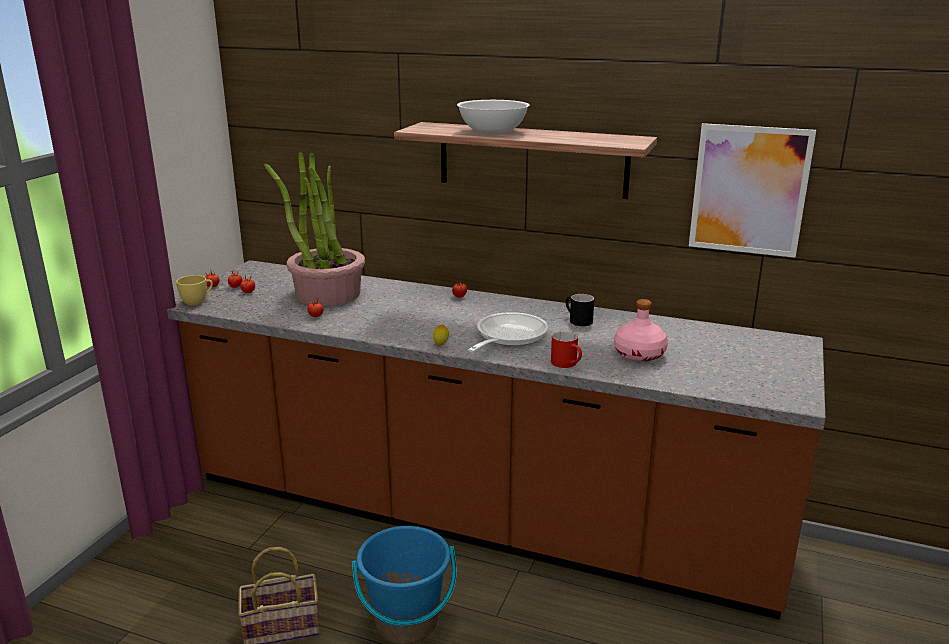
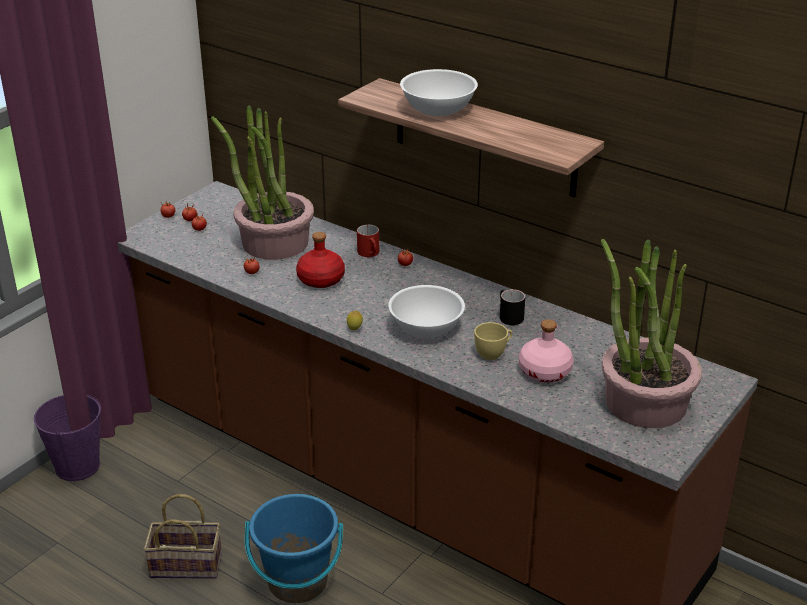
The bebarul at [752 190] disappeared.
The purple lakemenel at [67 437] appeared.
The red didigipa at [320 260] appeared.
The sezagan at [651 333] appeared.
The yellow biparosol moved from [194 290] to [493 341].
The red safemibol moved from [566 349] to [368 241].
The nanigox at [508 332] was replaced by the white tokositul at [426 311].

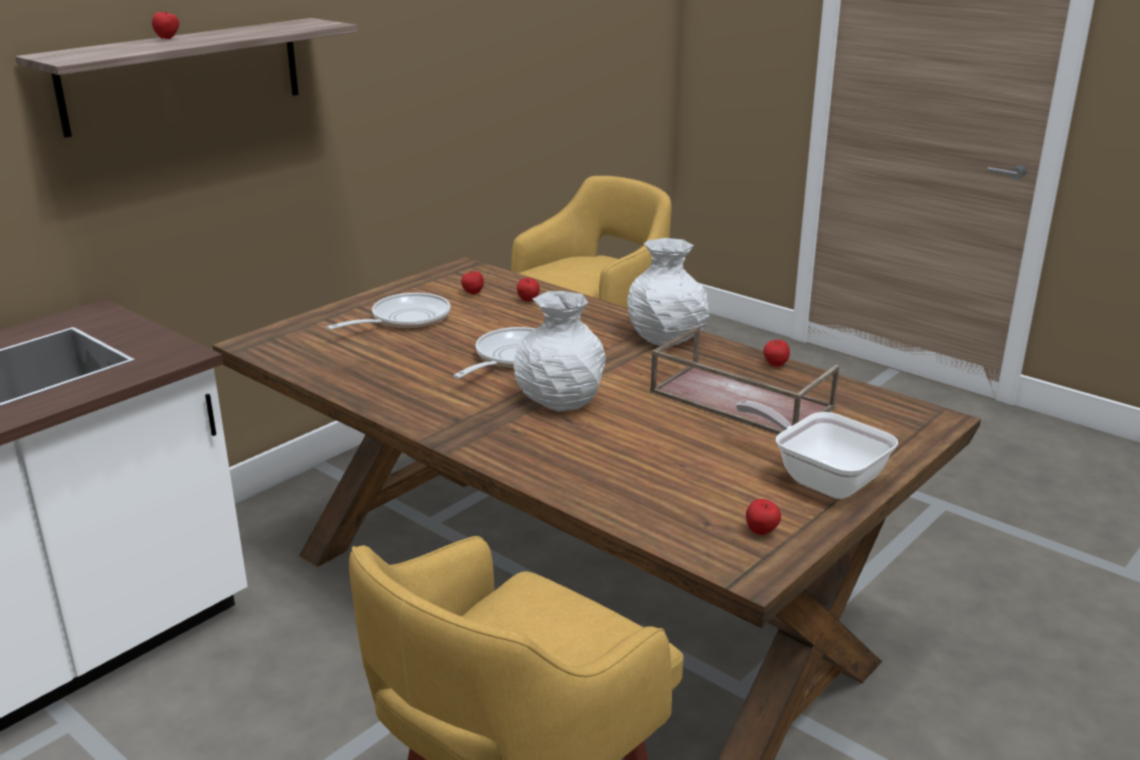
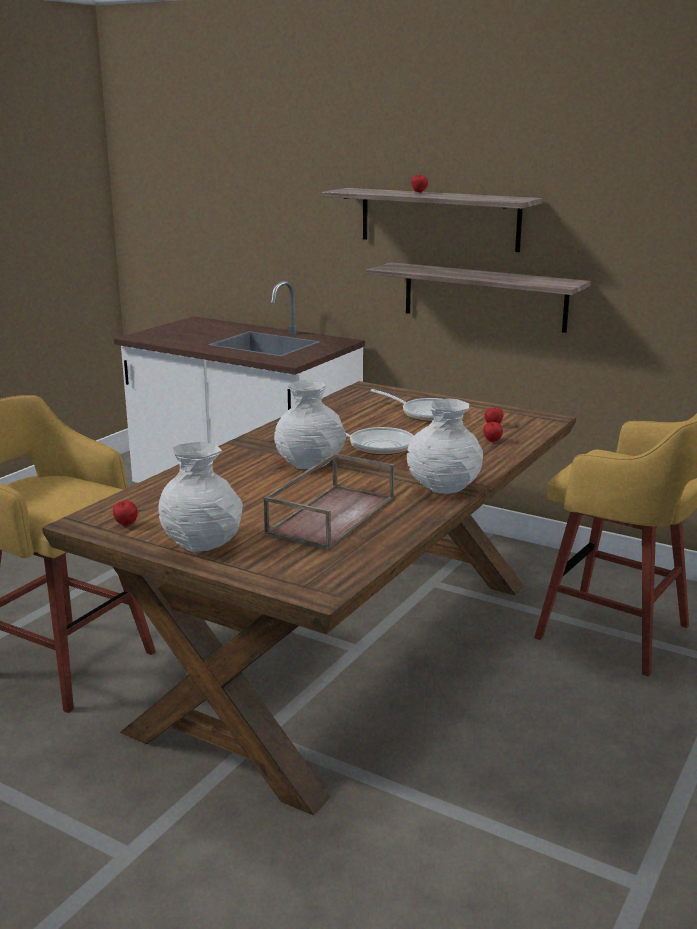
The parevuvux at [776 353] disappeared.
The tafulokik at [479 297] appeared.
The nanigox at [817 450] was replaced by the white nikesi at [200 497].

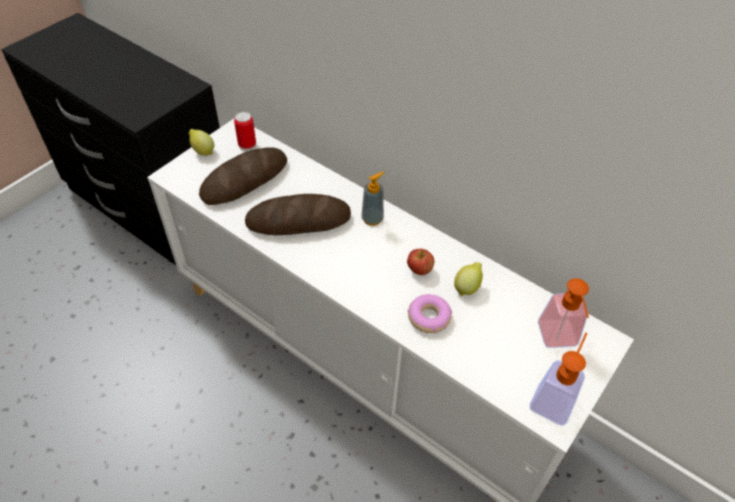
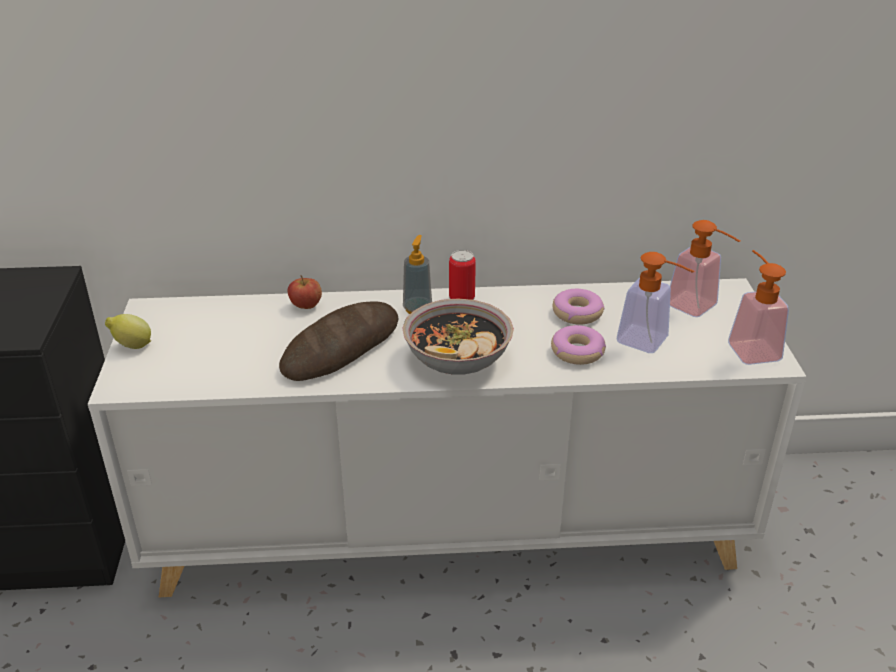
The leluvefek at [243 176] disappeared.
The tokositul at [458 336] appeared.
The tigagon at [655 302] appeared.
The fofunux moved from [245 131] to [462 275].
The parevuvux moved from [420 262] to [304 292].
The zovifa at [468 279] was replaced by the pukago at [579 306].

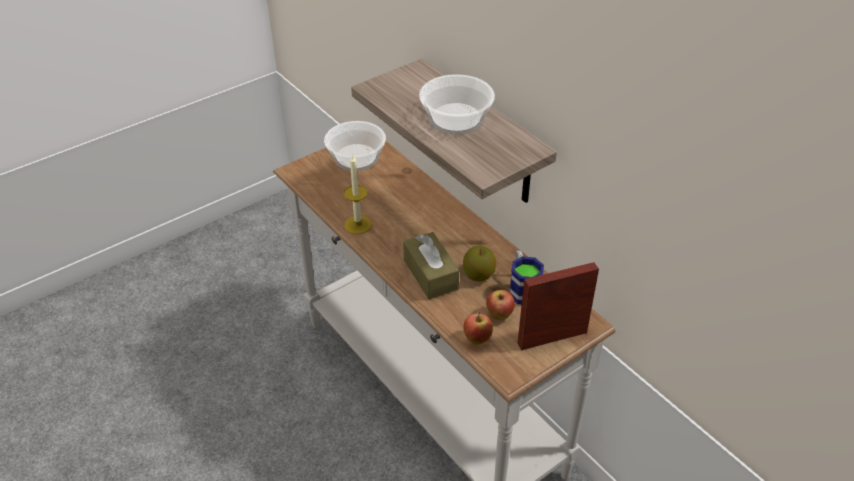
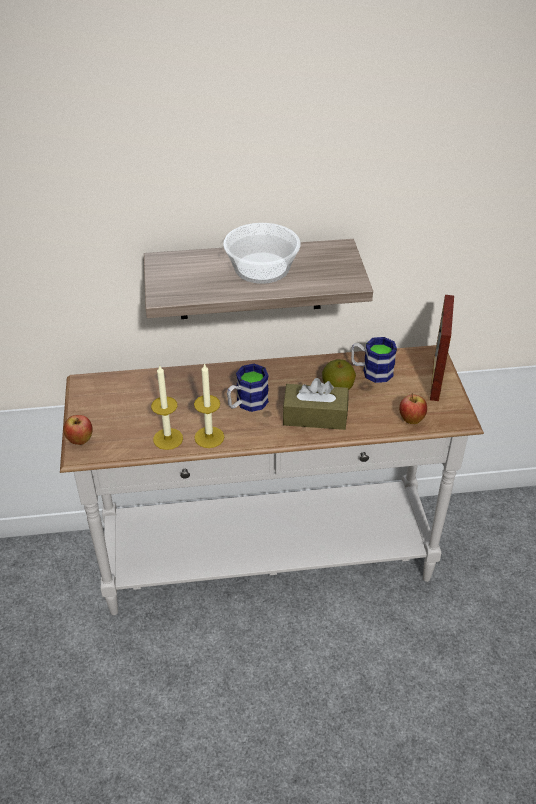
The tokositul at [355 146] disappeared.
The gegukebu at [167 408] appeared.
The safemibol at [248 388] appeared.
The parevuvux moved from [500 305] to [78 430].

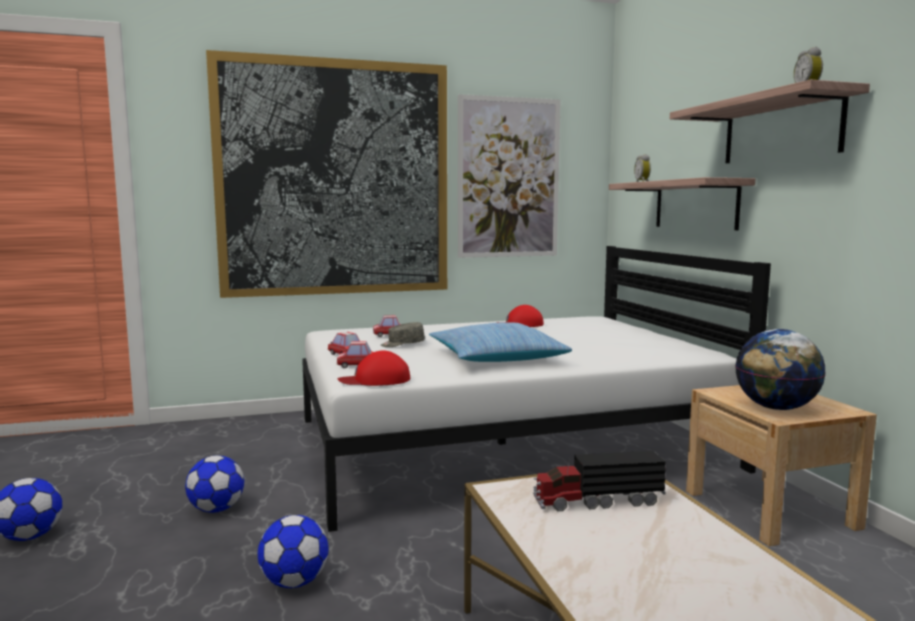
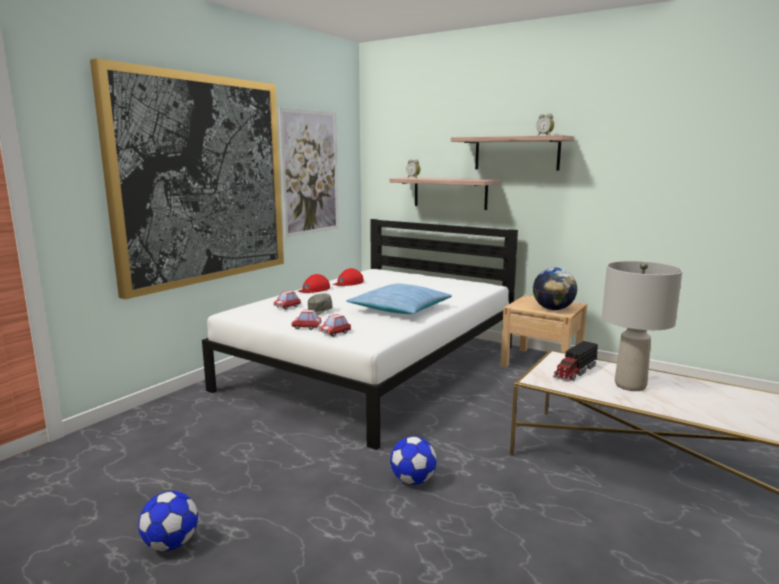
The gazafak at [214 484] disappeared.
The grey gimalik at [642 326] appeared.
The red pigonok moved from [374 368] to [314 283].

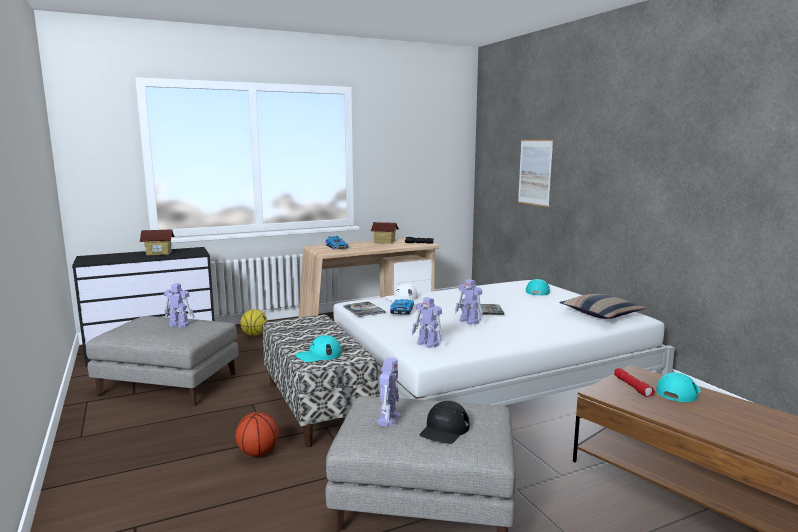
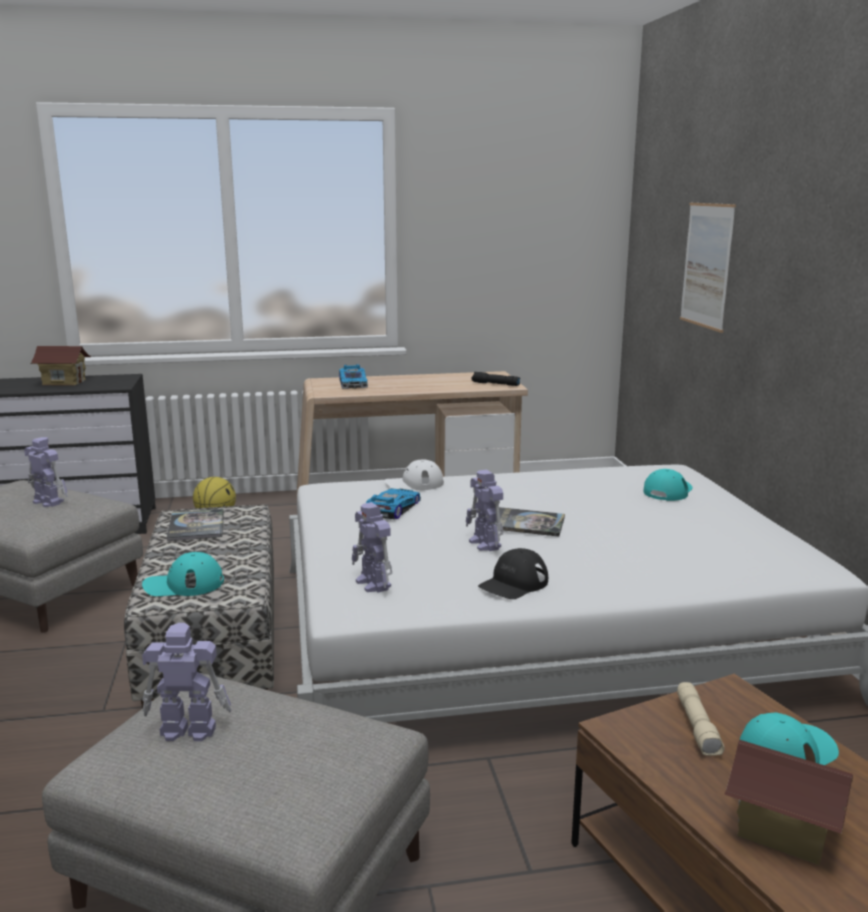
The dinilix at [257 434] disappeared.
The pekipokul at [603 306] disappeared.
The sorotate moved from [364 309] to [195 525].
The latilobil moved from [385 233] to [789 802].
The black pigonok moved from [445 422] to [513 573].
The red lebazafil at [634 382] became the beige lebazafil at [700 719].
The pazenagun at [388 392] turned 120 degrees counterclockwise.

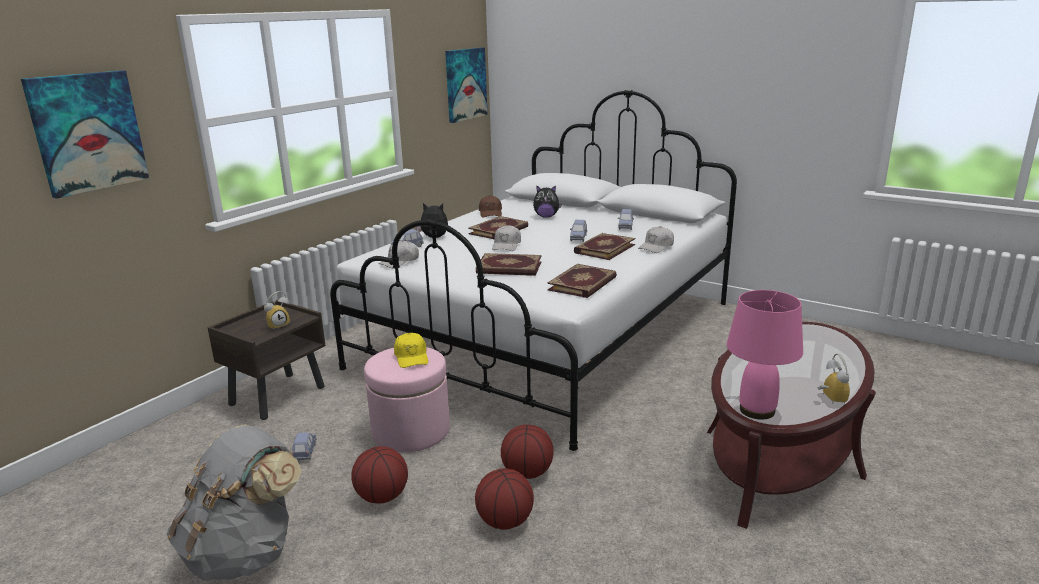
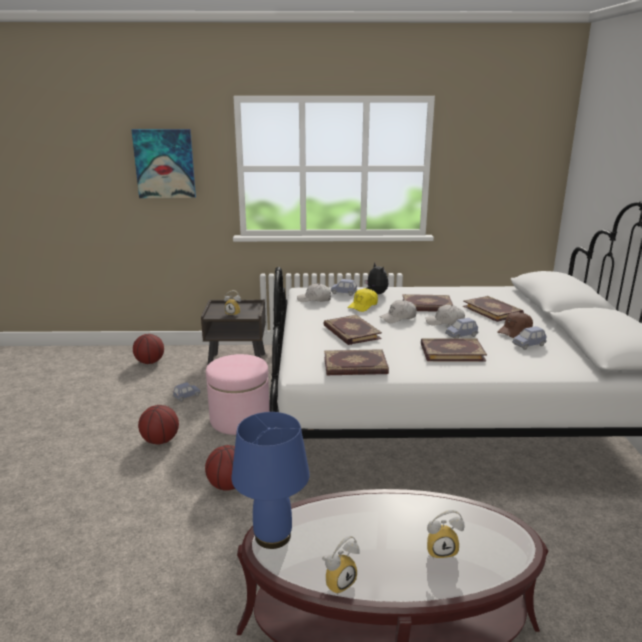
The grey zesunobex at [234 502] disappeared.
The bebarul at [466 85] disappeared.
The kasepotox at [446 534] appeared.
The yellow pigonok moved from [411 350] to [362 300].
The dinilix moved from [504 499] to [148 349].
The brown pigonok moved from [490 206] to [515 325].
The white pigonok moved from [656 239] to [445 315].
The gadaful at [547 201] was replaced by the sorotate at [493 309].
The pink gimalik at [765 355] became the blue gimalik at [271 480].

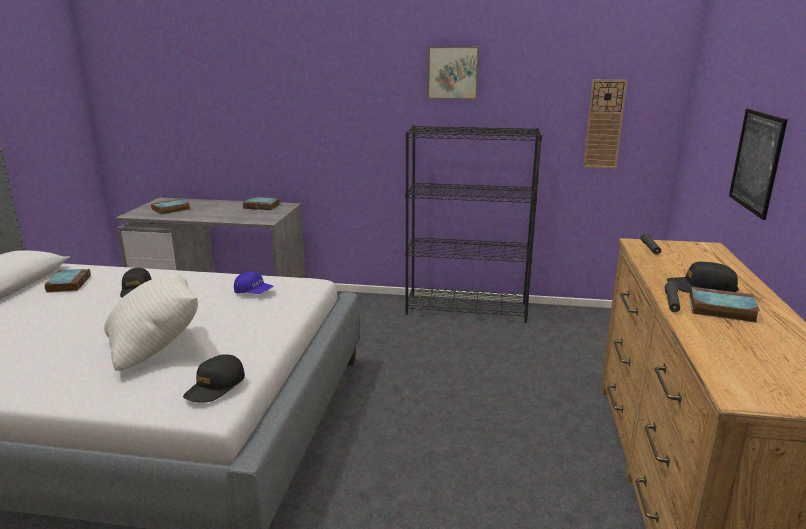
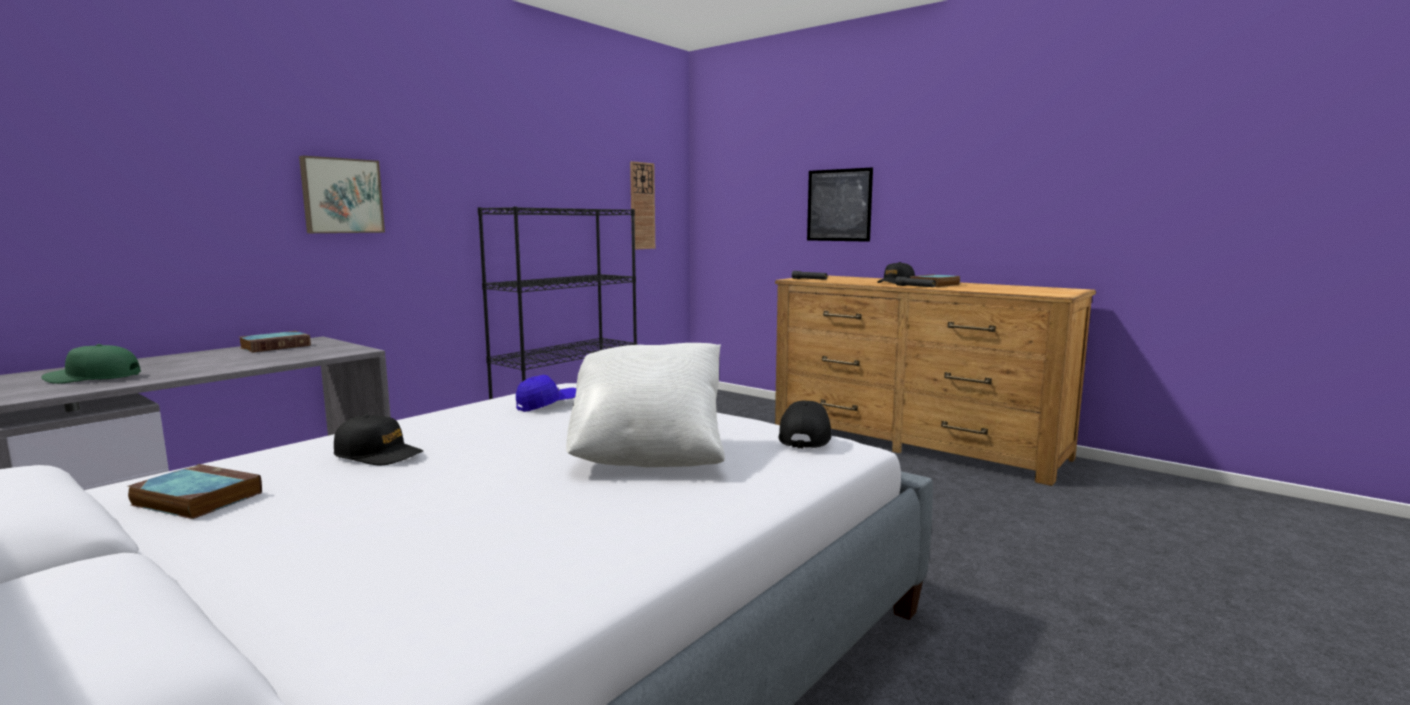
The bebarul moved from [453 72] to [342 194].
The sorotate at [170 206] was replaced by the green pigonok at [91 364].
The black pigonok at [214 378] turned 135 degrees counterclockwise.

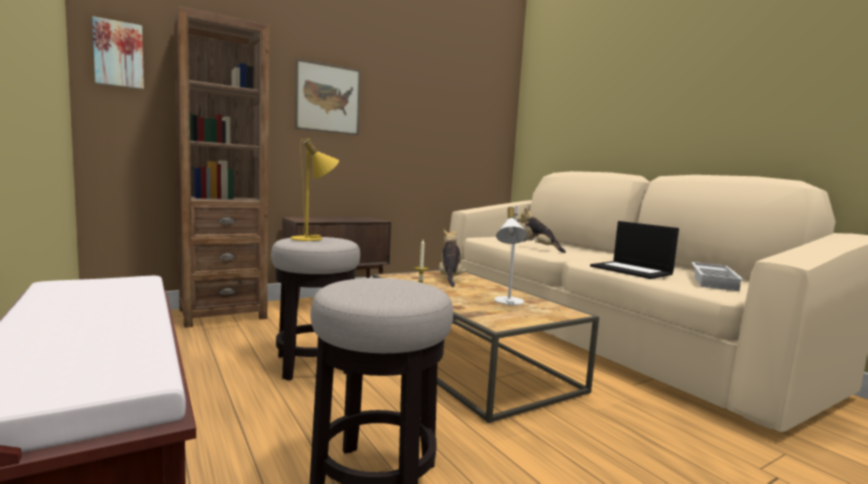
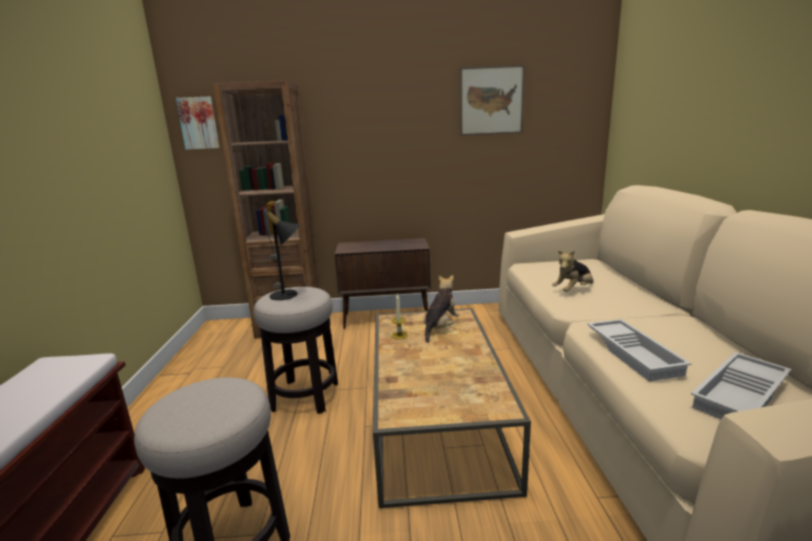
The white gimalik at [511 255] disappeared.
The bebarul moved from [327 96] to [492 100].
The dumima at [634 250] was replaced by the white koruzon at [639 350].
The yellow gimalik at [314 189] became the black gimalik at [281 254].
The gadaful at [541 230] turned 105 degrees counterclockwise.

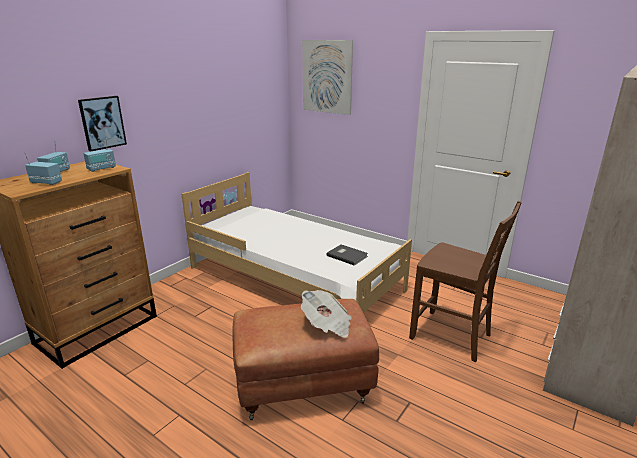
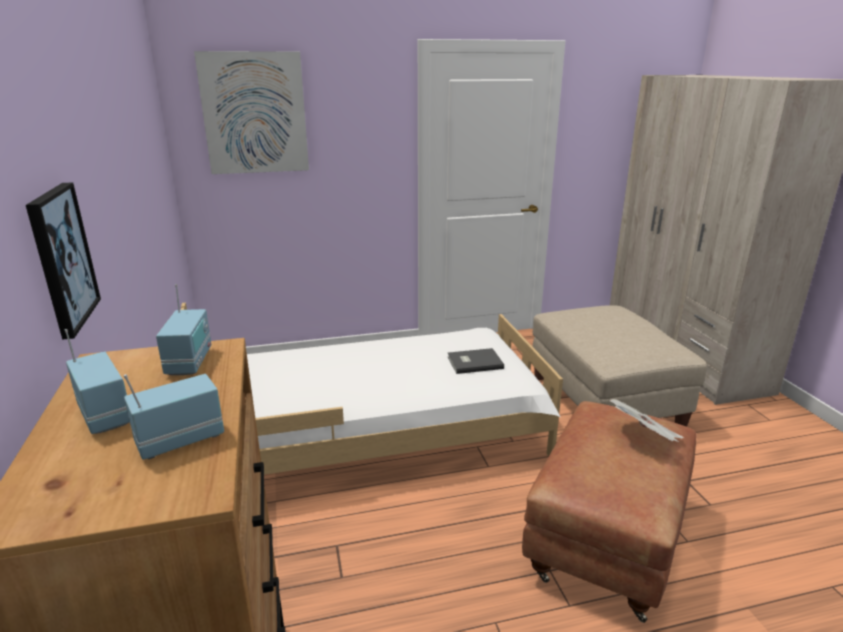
The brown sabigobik at [465 281] was replaced by the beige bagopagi at [619 365].

